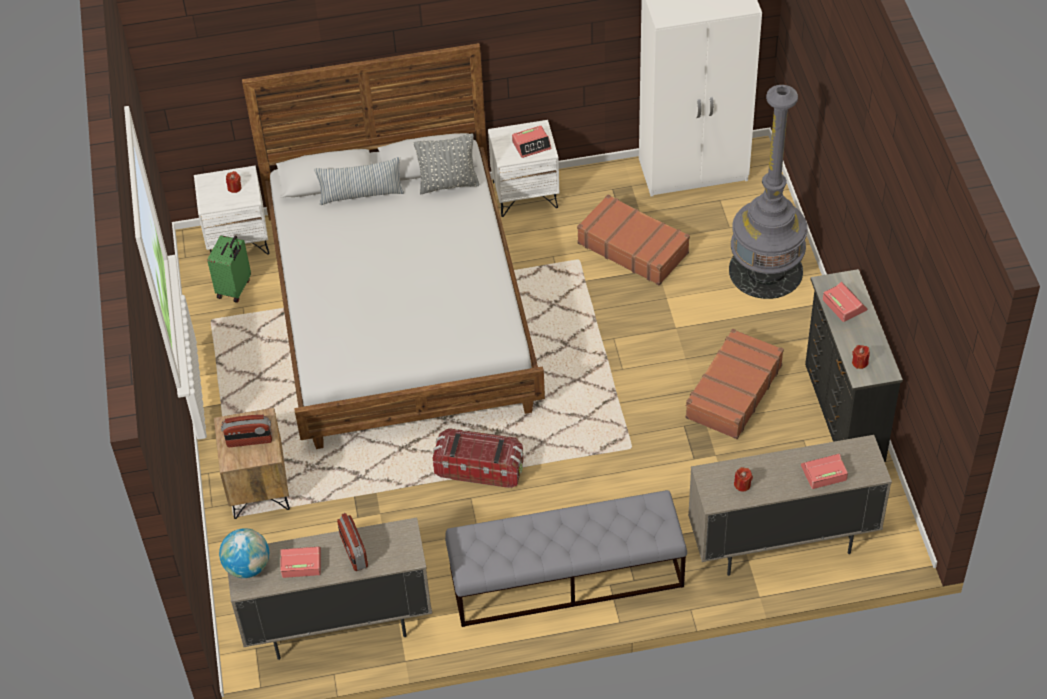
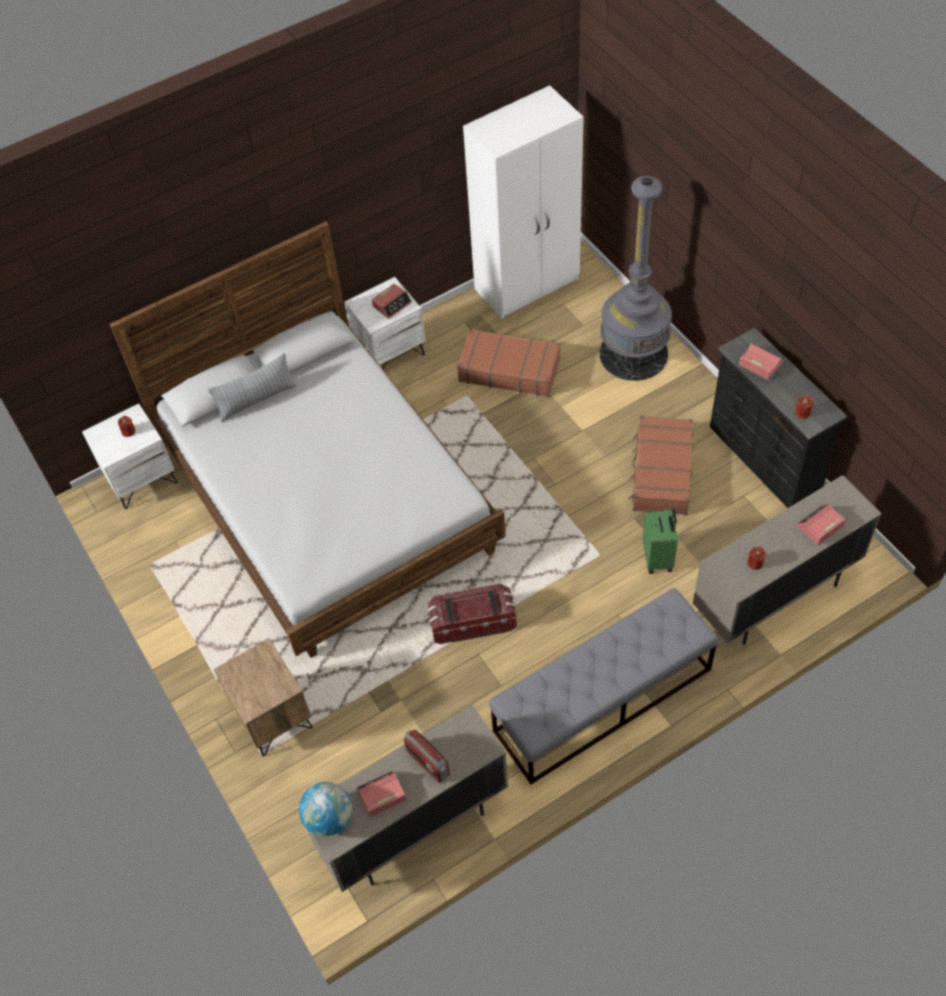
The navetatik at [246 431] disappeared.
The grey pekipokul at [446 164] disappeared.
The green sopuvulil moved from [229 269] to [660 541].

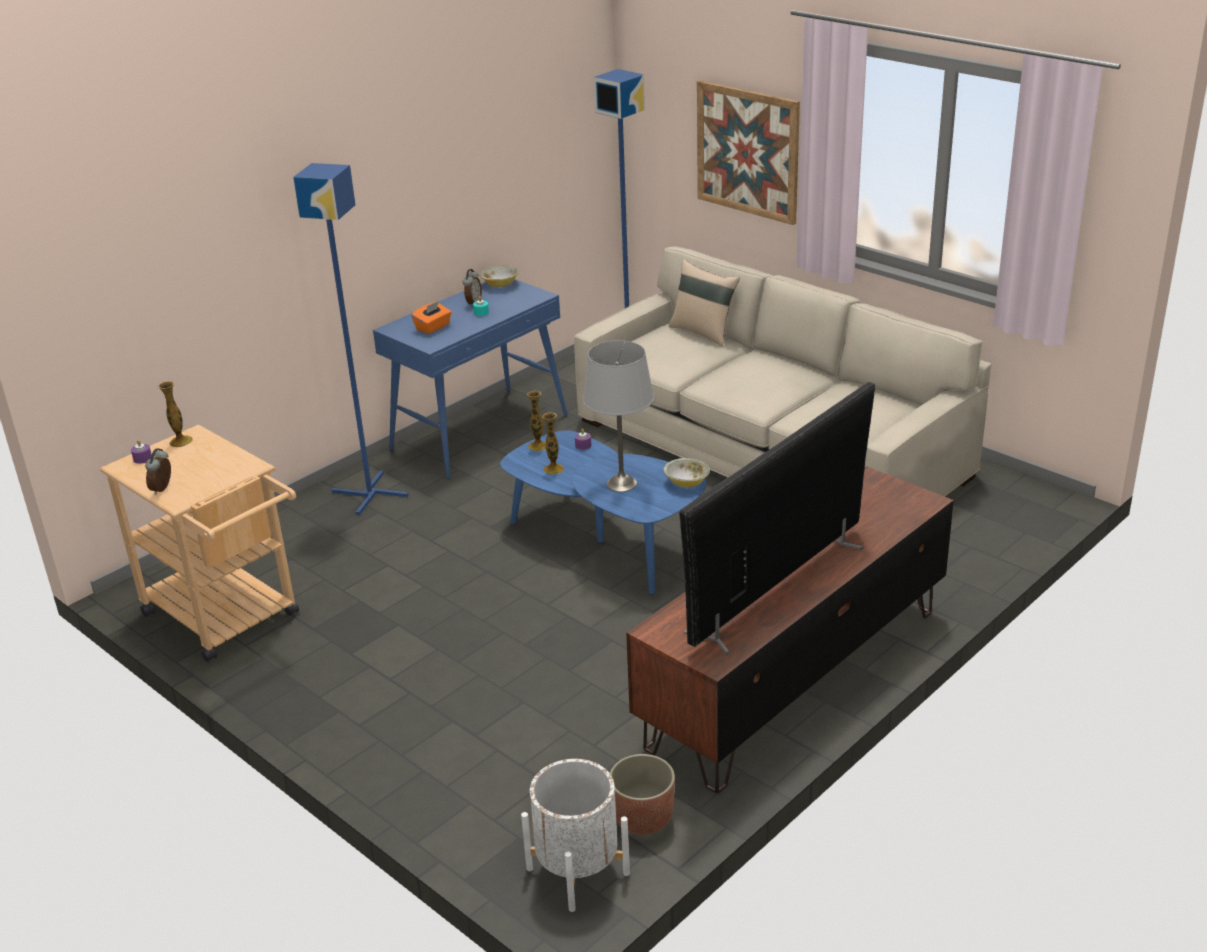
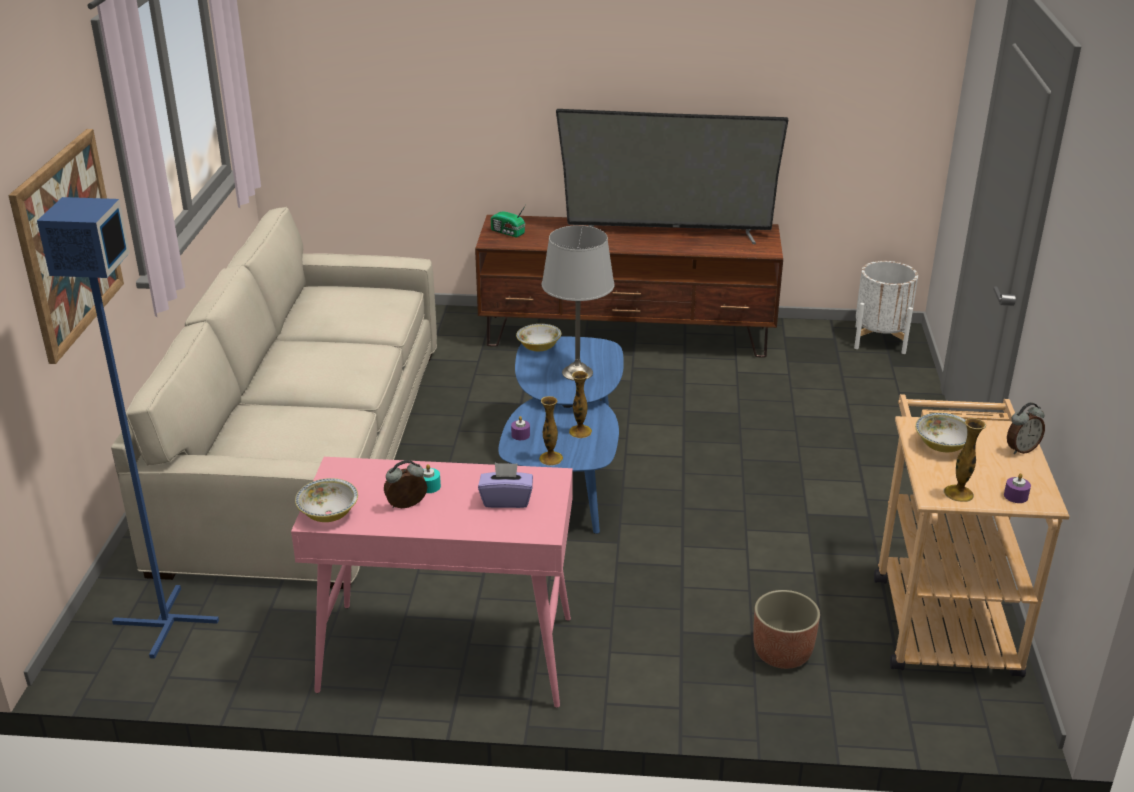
The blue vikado at [350 339] disappeared.
The beige pekipokul at [704 303] disappeared.
The navetatik at [509 220] appeared.
The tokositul at [941 432] appeared.
The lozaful moved from [642 794] to [786 629].
The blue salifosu at [470 379] became the pink salifosu at [432 582].
The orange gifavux at [431 317] became the purple gifavux at [505 485].

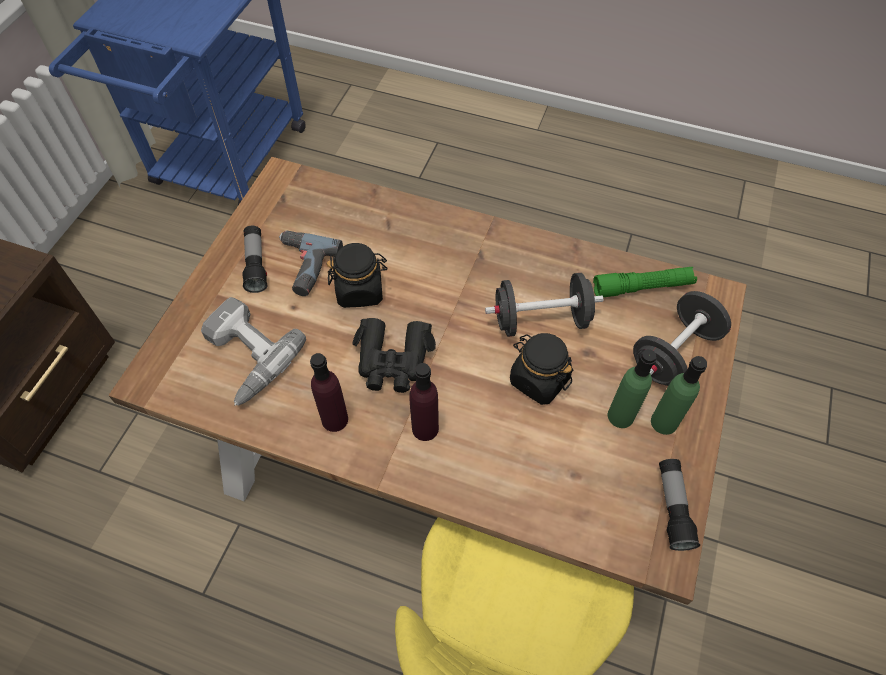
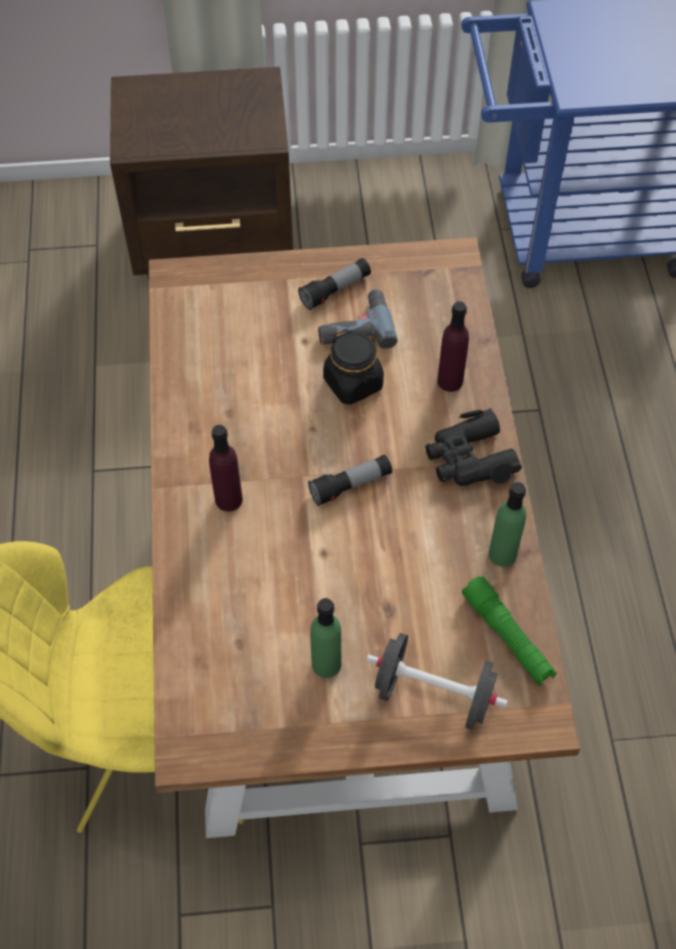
The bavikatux at [253 351] disappeared.
The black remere at [544 305] disappeared.
The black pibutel at [542 369] disappeared.
The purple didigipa moved from [329 392] to [453 346].
The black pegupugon moved from [394 355] to [473 447].
The green didigipa moved from [679 395] to [507 524].
The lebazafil moved from [679 505] to [350 480].

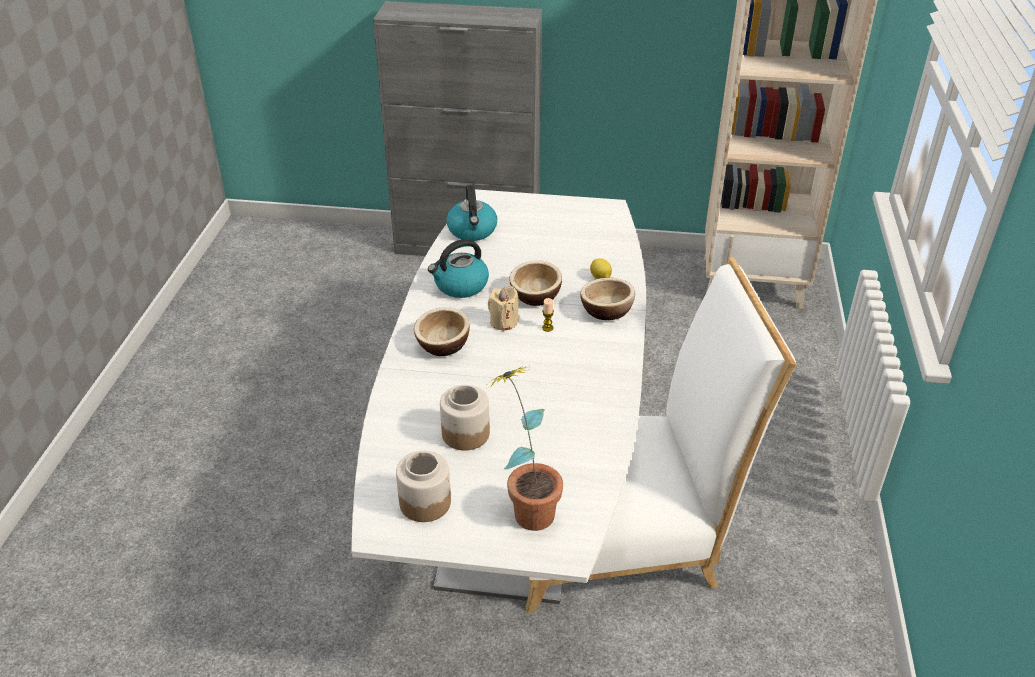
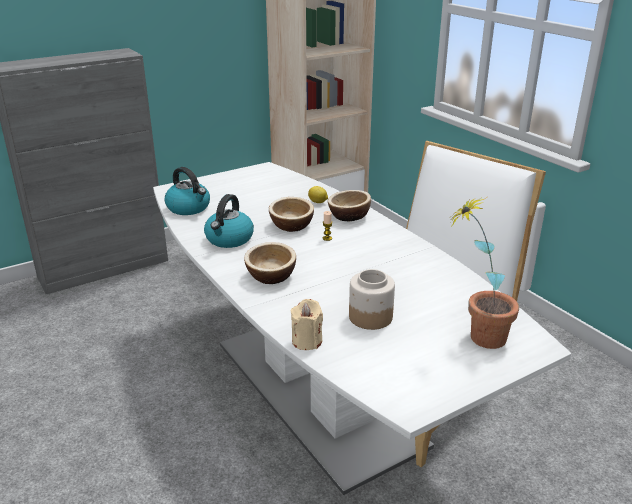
The pibutel at [423 486] disappeared.
The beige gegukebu moved from [503 308] to [306 324].

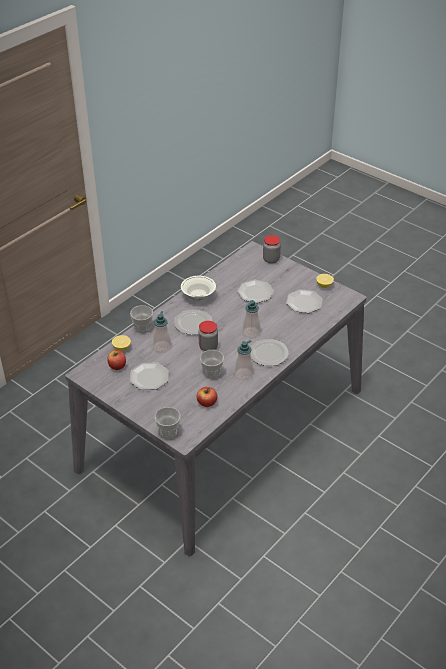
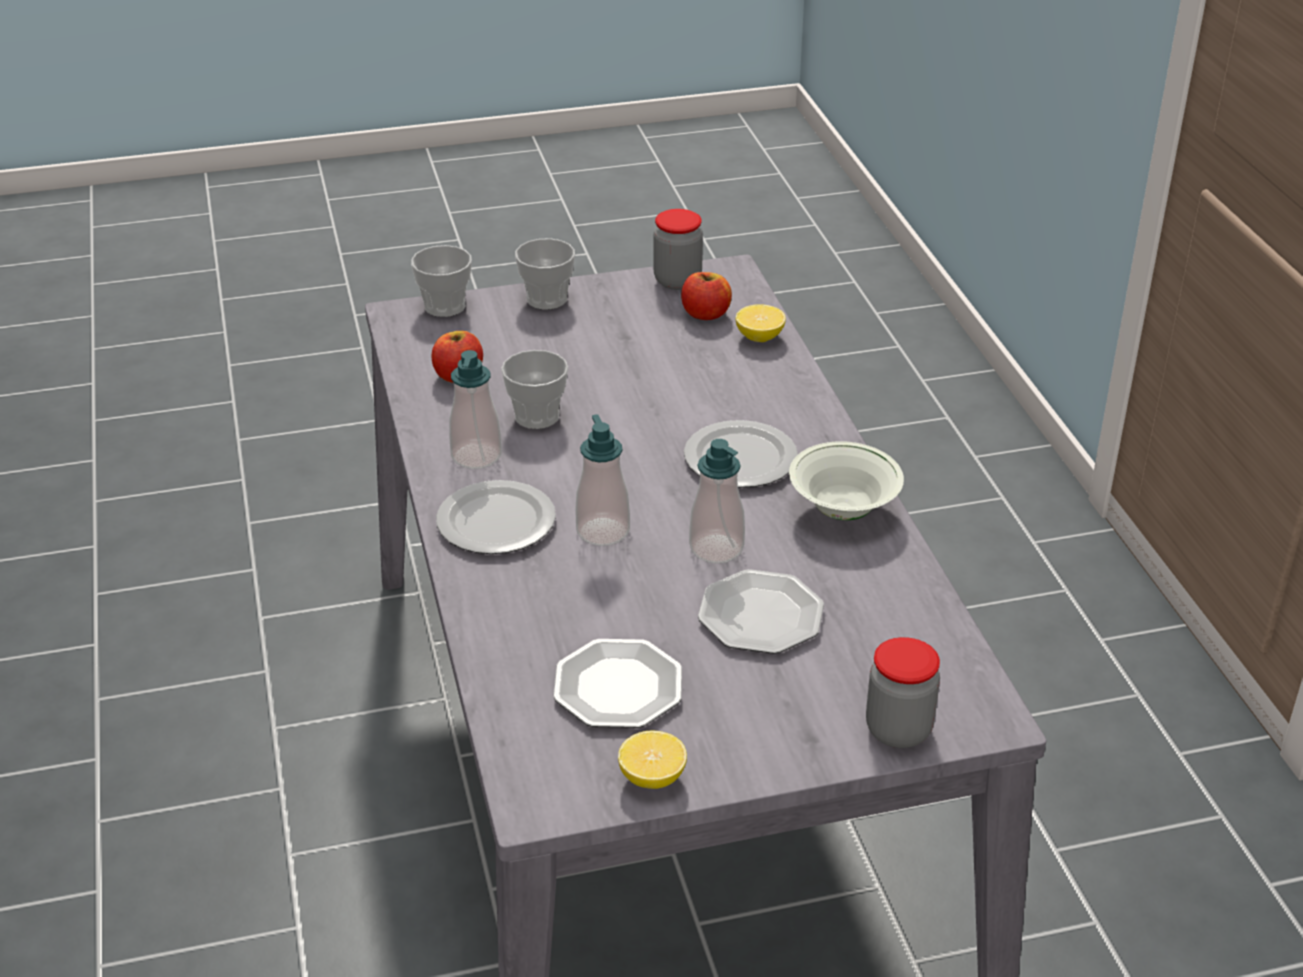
The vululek at [149 376] disappeared.
The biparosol moved from [141 319] to [545 274].
The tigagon moved from [162 331] to [717 501].
The pibutel moved from [208 336] to [678 249].

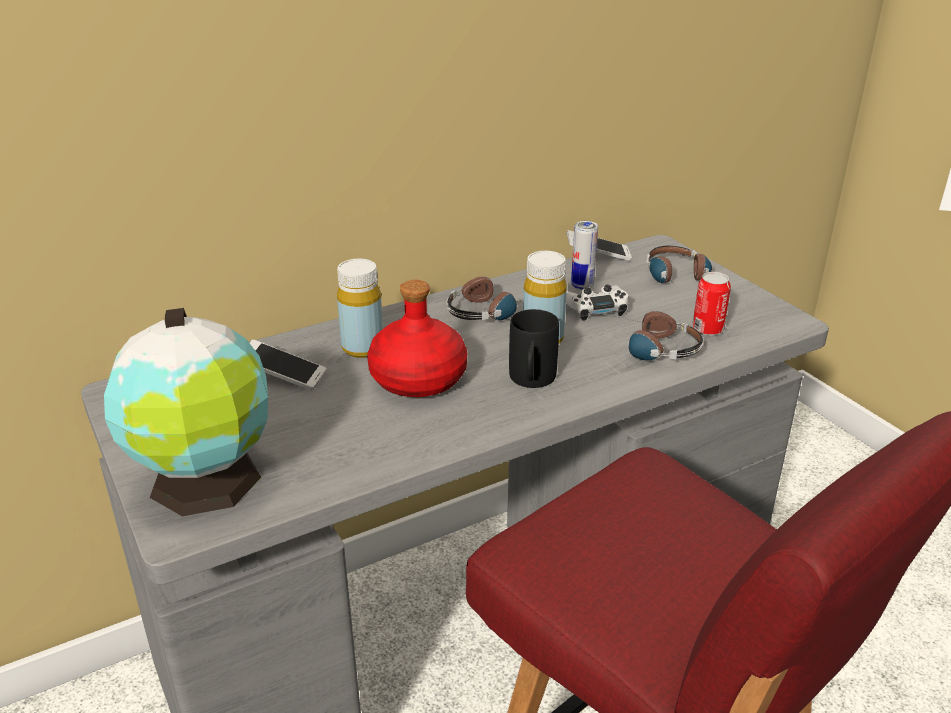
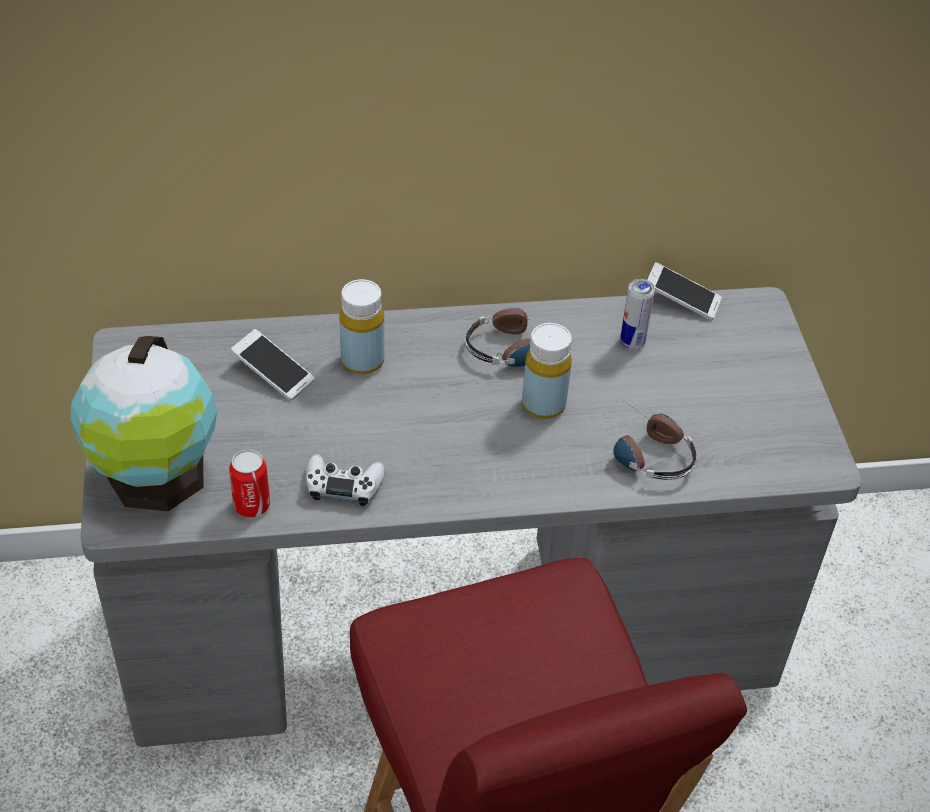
The red didigipa at [417 338] disappeared.
The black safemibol at [534 348] disappeared.
The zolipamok at [679 266] disappeared.
The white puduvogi moved from [597 302] to [346 480].
The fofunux moved from [711 304] to [249 484].

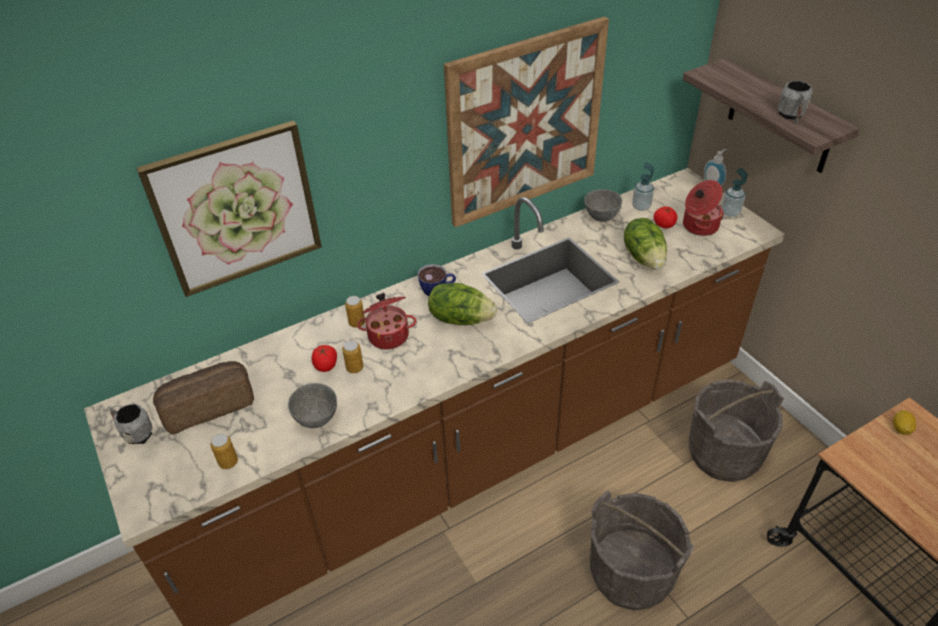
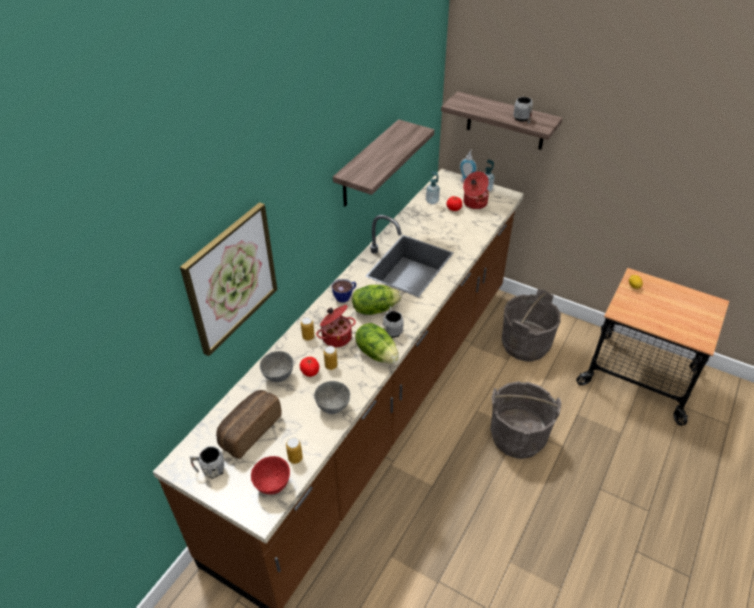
The red tokositul at [270 475] appeared.
The grey safemibol at [393 321] appeared.
The grey tokositul moved from [603 205] to [276 366].
The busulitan moved from [645 244] to [377 343].
The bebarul at [526 122] was replaced by the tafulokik at [383 163].

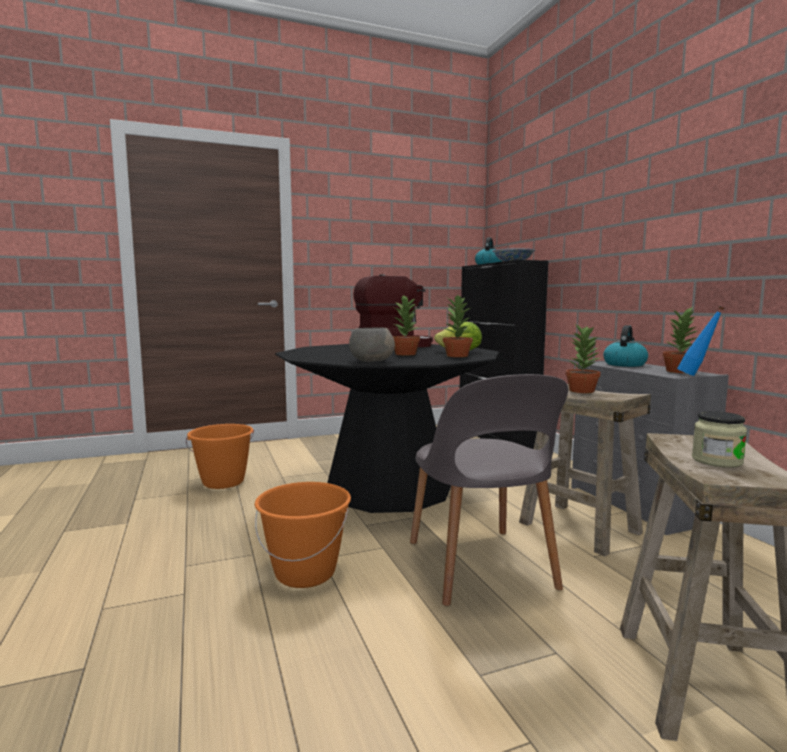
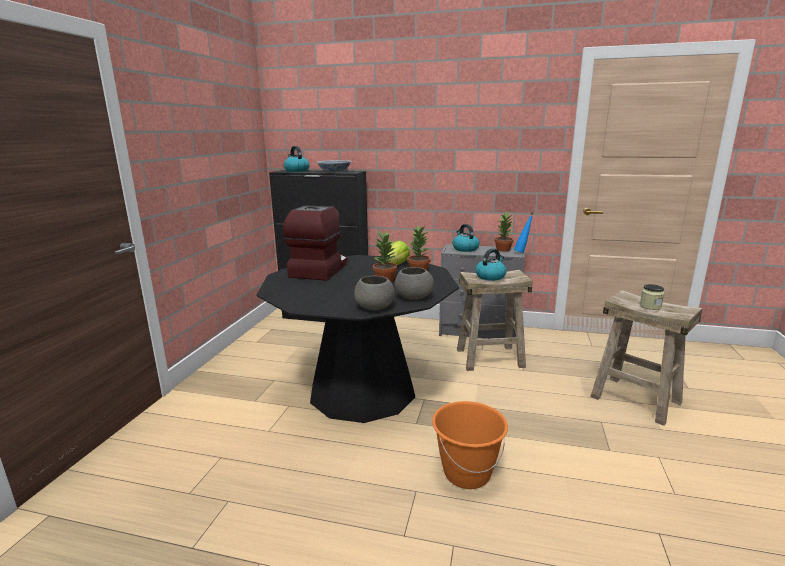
The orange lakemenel at [220 456] disappeared.
The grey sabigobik at [489 490] disappeared.
The grey tokositul at [374 293] appeared.
The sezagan at [583 358] was replaced by the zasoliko at [491 264].

